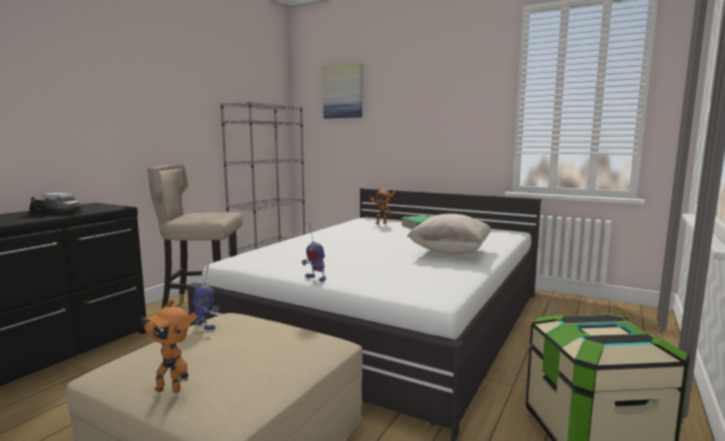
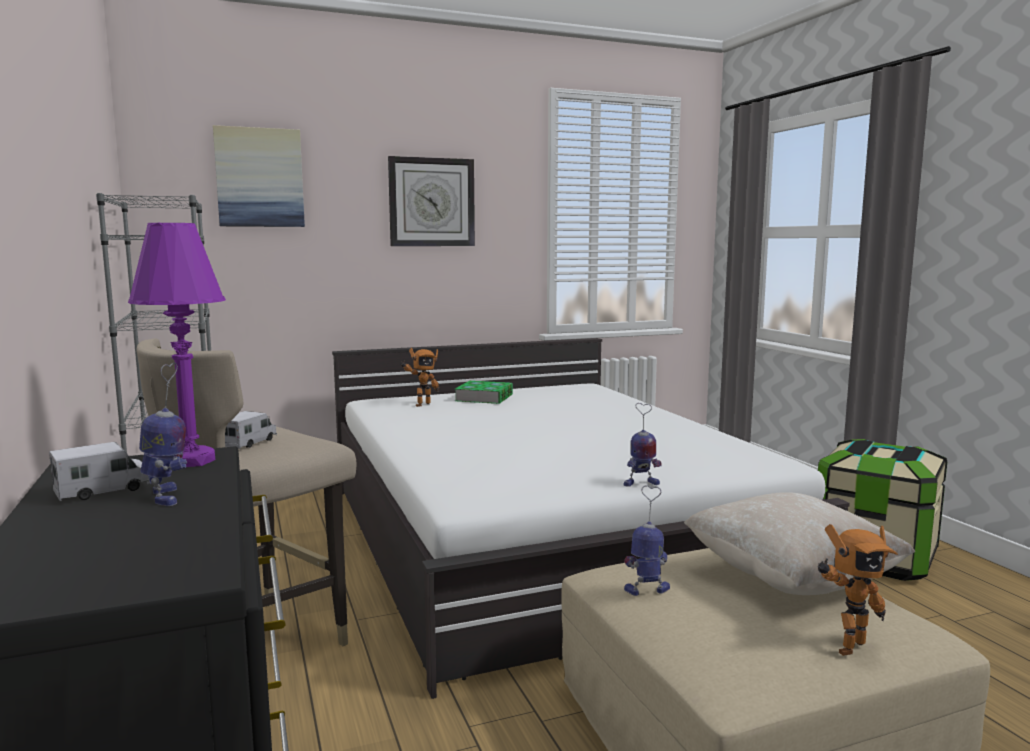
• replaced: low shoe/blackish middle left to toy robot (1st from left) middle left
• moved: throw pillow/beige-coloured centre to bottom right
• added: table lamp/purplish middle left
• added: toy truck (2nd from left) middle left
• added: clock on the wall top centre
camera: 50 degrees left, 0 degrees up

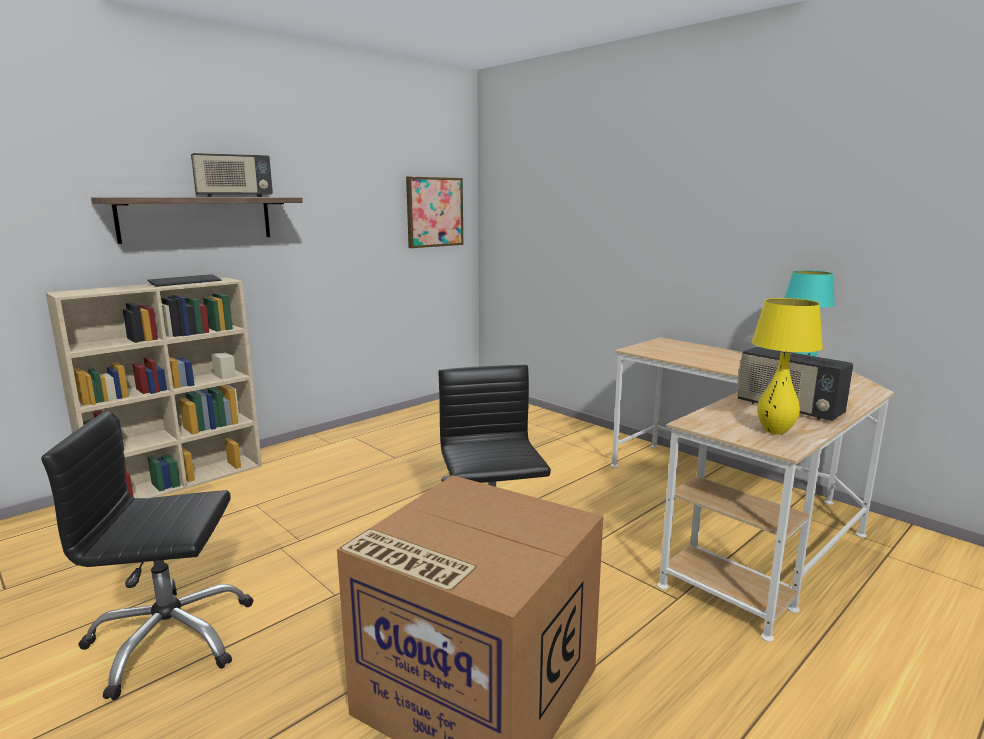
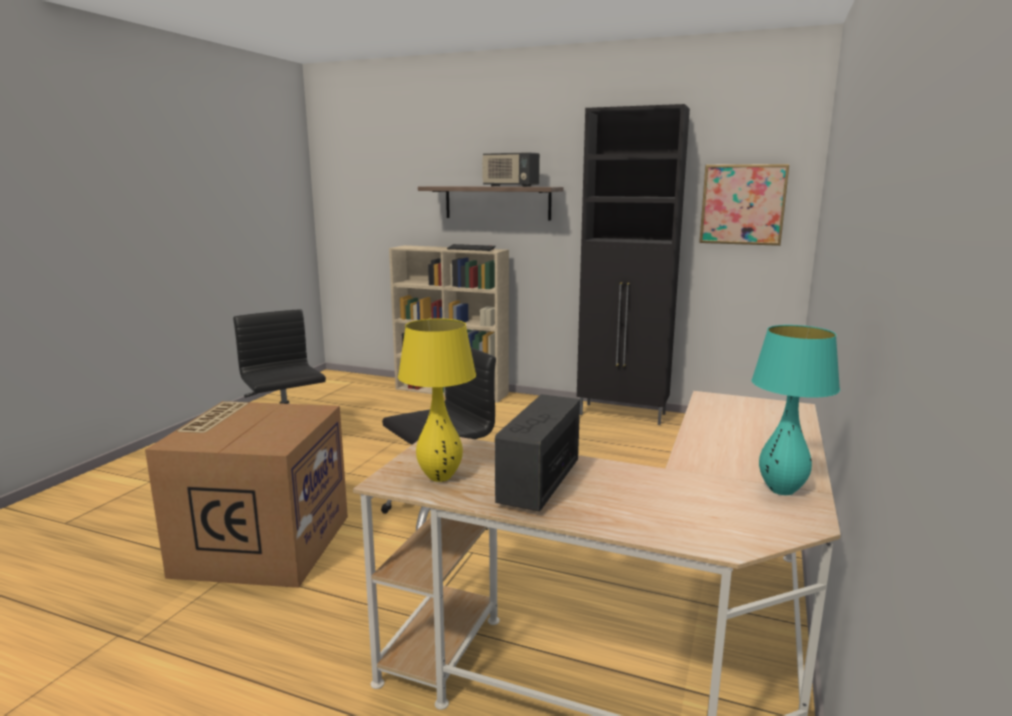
• added: storage cabinet/blackish centre
camera: 65 degrees right, 0 degrees up

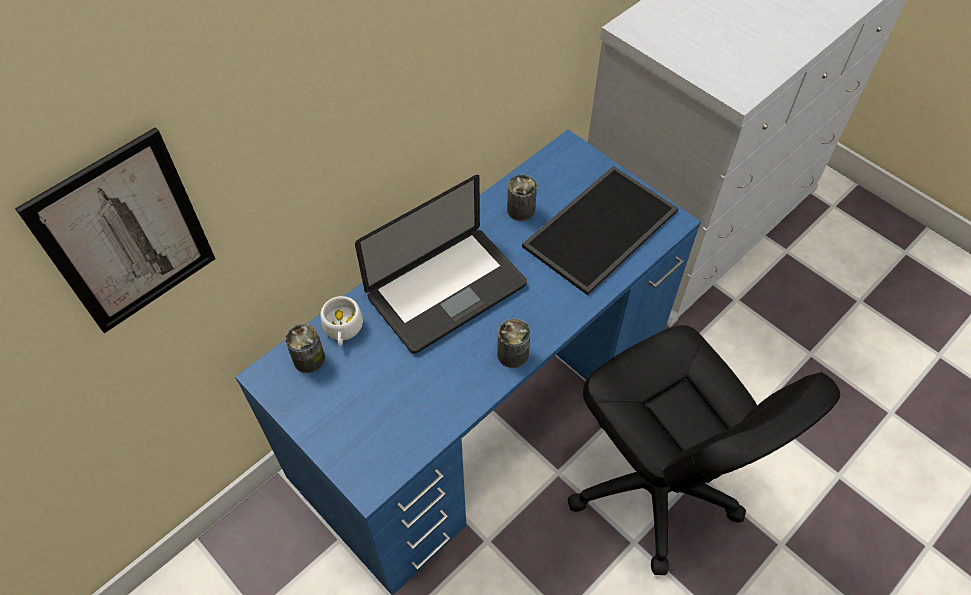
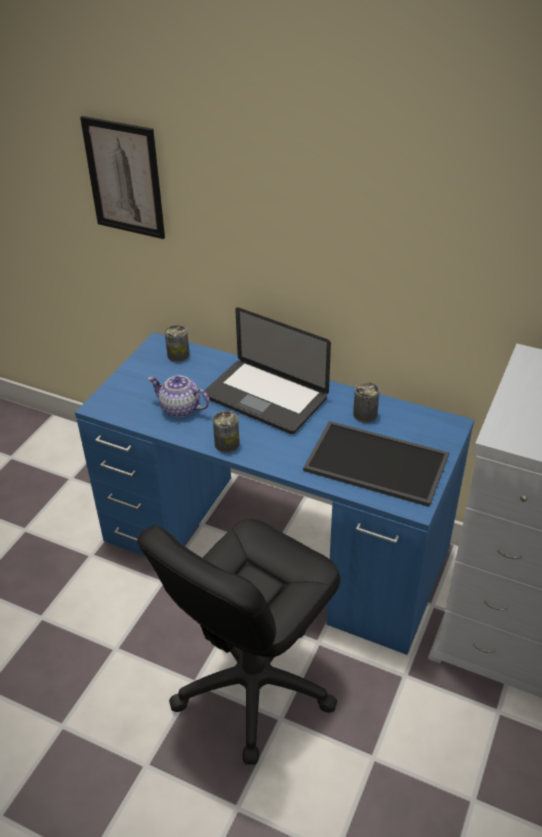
• removed: cup/white-coloured centre
• added: tea pot middle left
camera: 70 degrees right, 15 degrees down

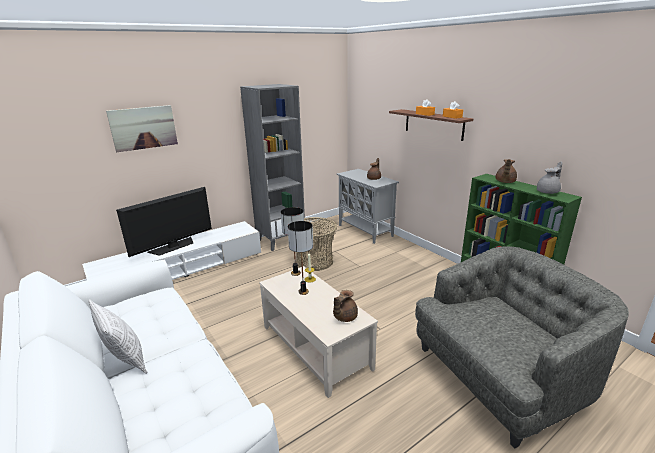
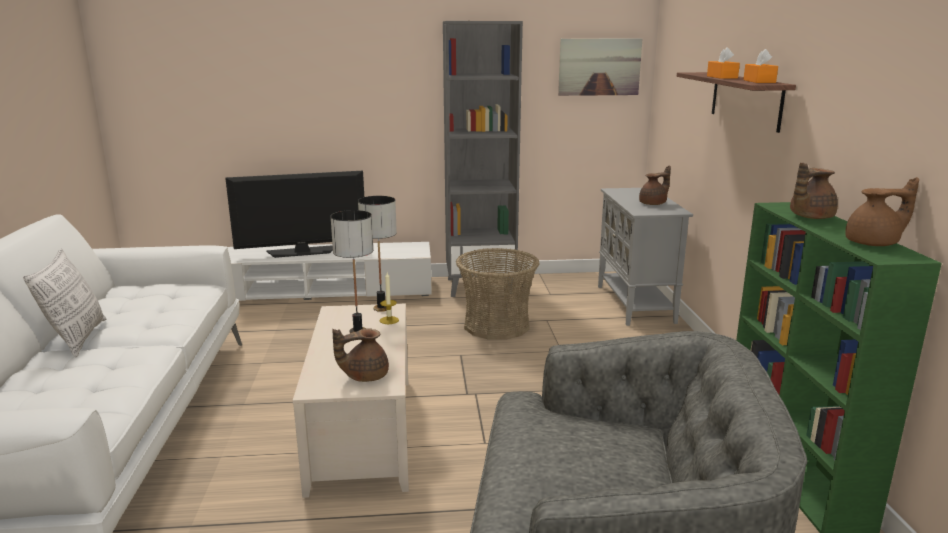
• moved: picture top left to top centre
• recoloured: tea pot/greyish middle right to tea pot/brownish (4th from left) middle right
camera: 30 degrees right, 5 degrees down

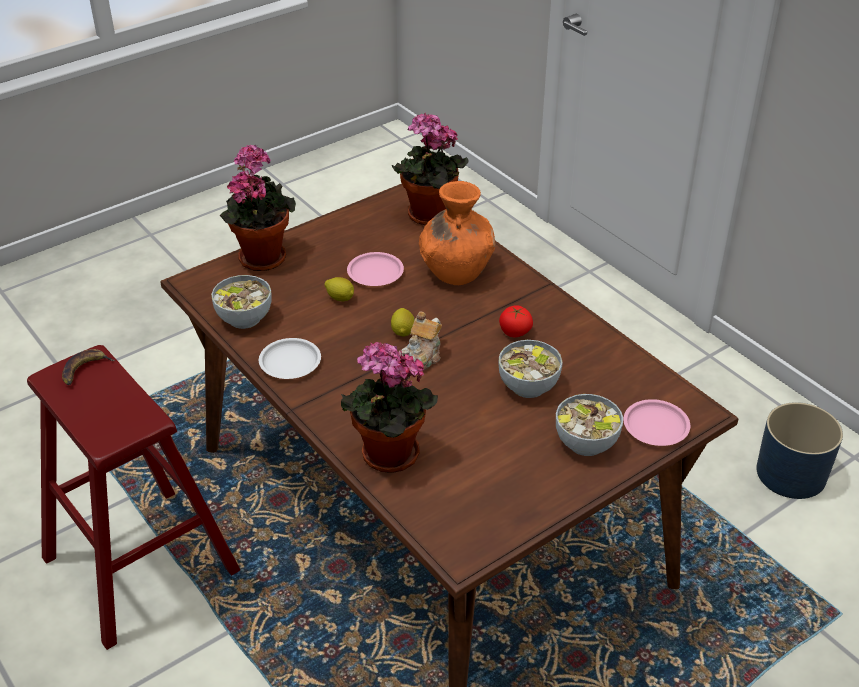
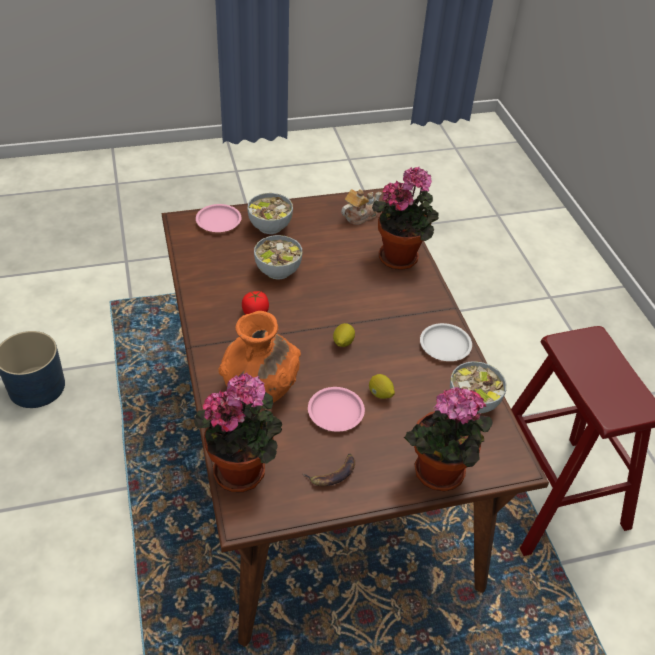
• moved: whole banana middle left to bottom centre
• moved: tea pot centre to top centre
camera: 160 degrees left, 5 degrees up

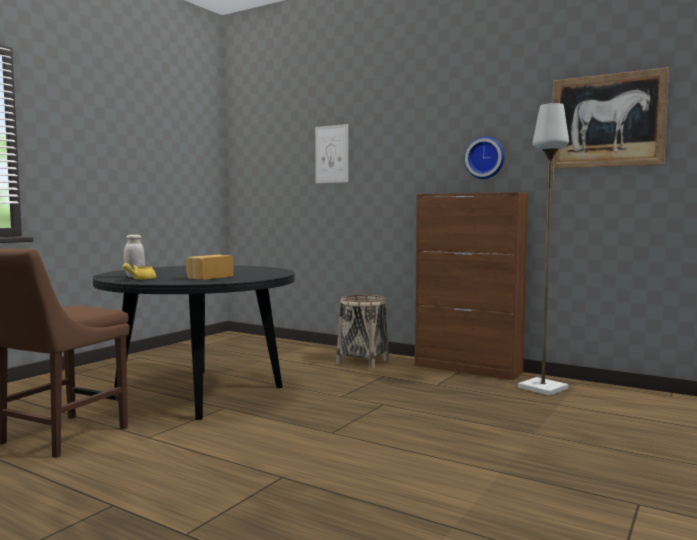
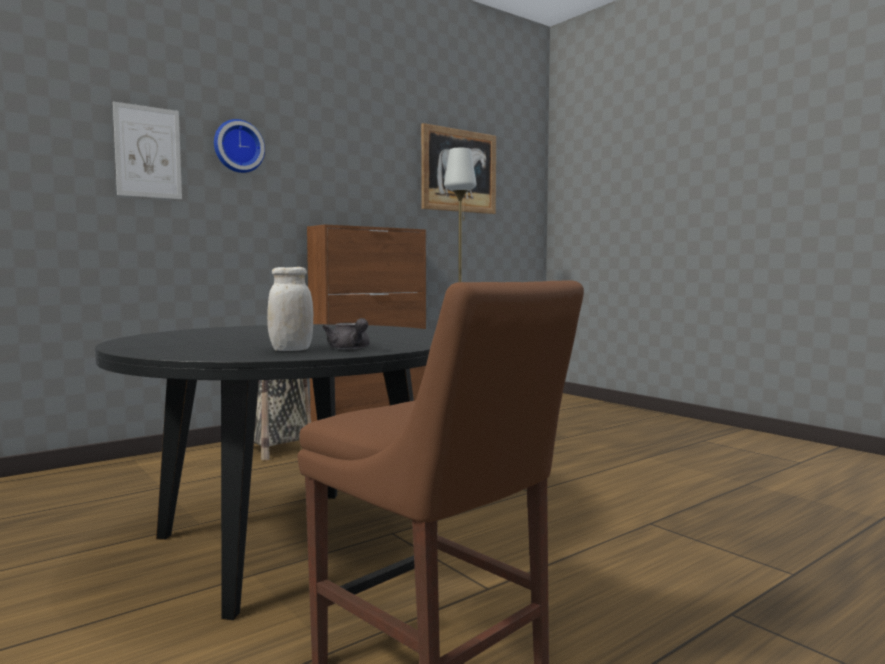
• recoloured: tea pot/yellow middle left to tea pot/greyish centre
• removed: baked bread middle left
• moved: clock on the wall top right to top left
camera: 70 degrees left, 0 degrees up

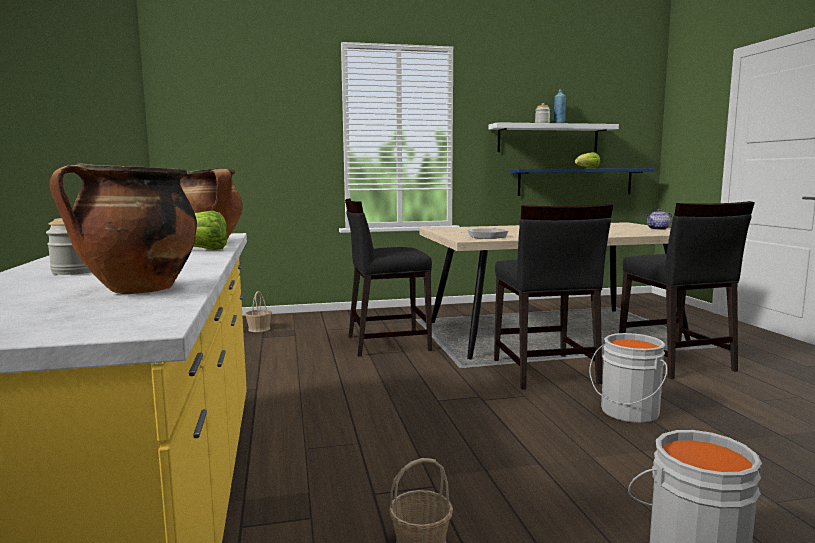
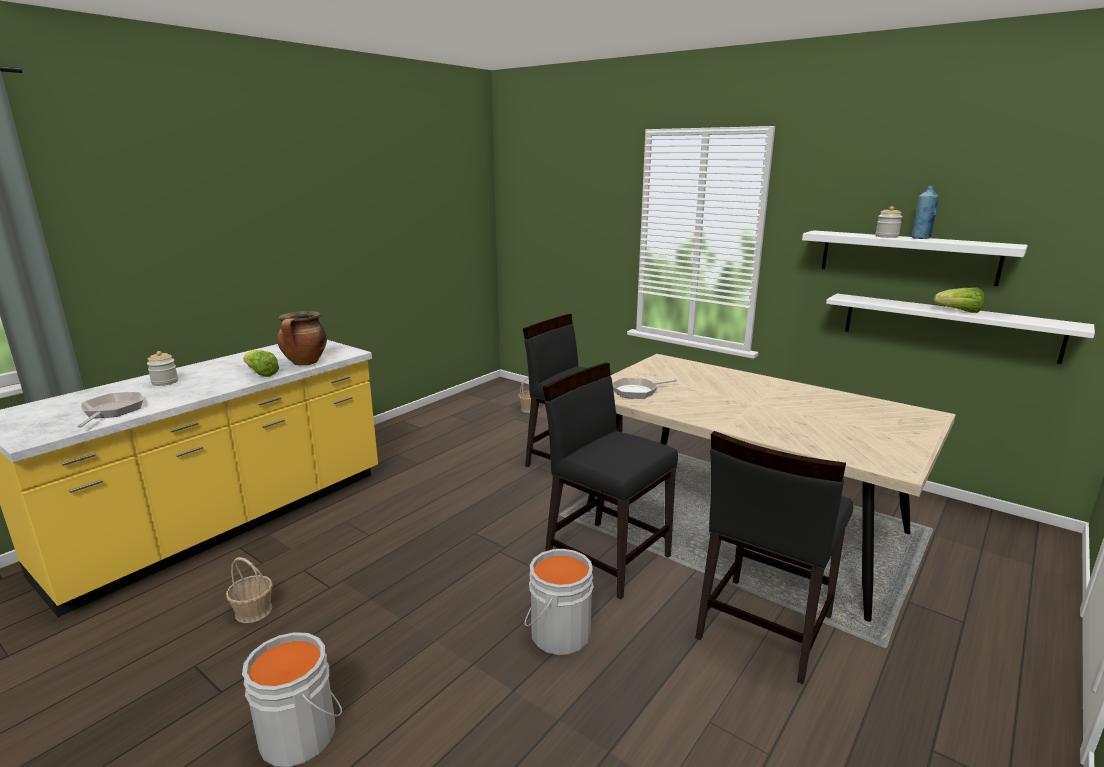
• replaced: saucepot (1st from left) middle left to skillet (1st from left) middle left
• turned: plain chair/blackish (2nd from left) middle right = centre 90 degrees clockwise
• recoloured: bracket shelf/blue-coloured middle right to bracket shelf/white-coloured (2nd from left) middle right
• removed: tea pot middle right
camera: 50 degrees right, 10 degrees up

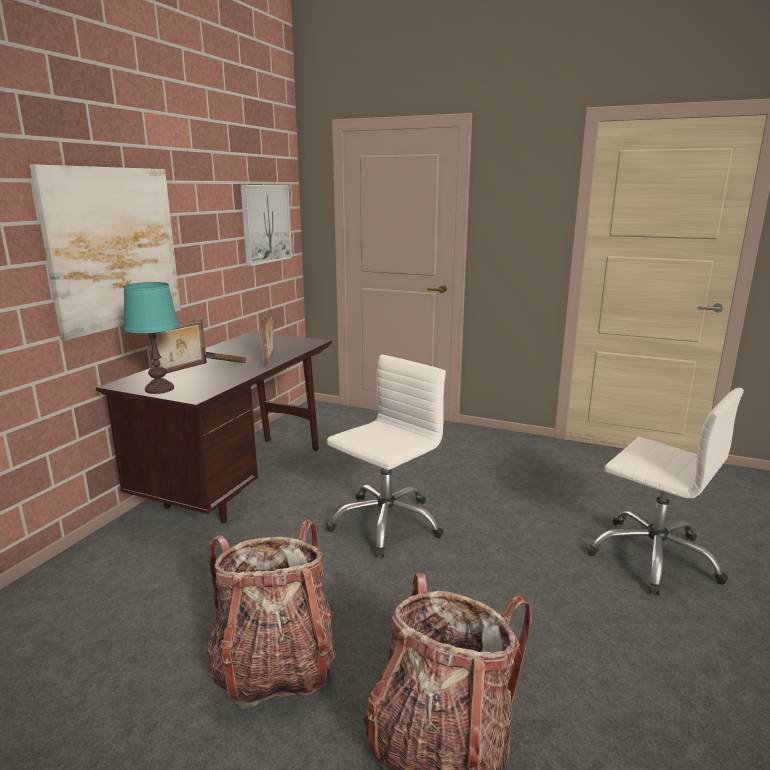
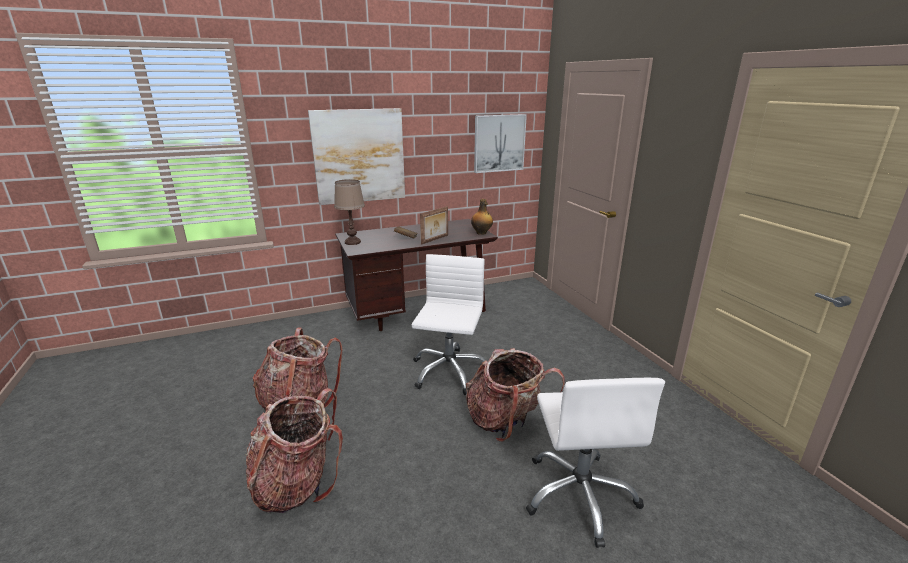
• recoloured: table lamp/turquoise middle left to table lamp/brownish centre
• removed: picture frame (1st from left) middle left
• turned: desk chair/white-coloured (1st from left) centre = centre 75 degrees counterclockwise
• added: backpack (3rd from left) bottom centre
• added: beverage bottle centre
camera: 45 degrees right, 5 degrees up

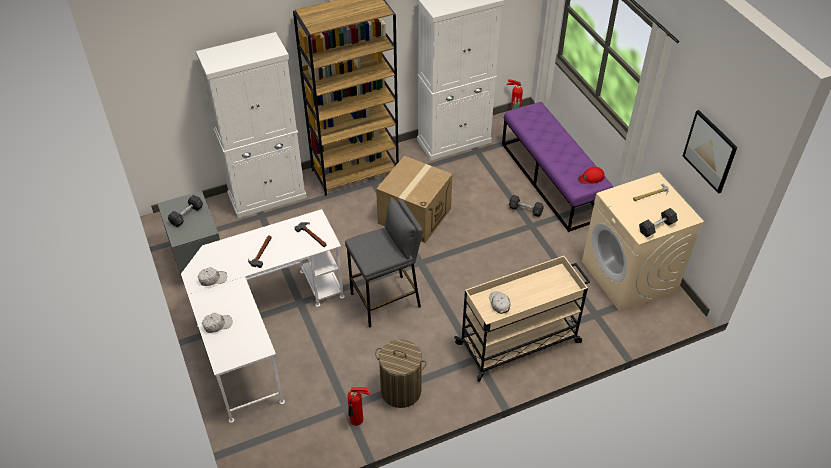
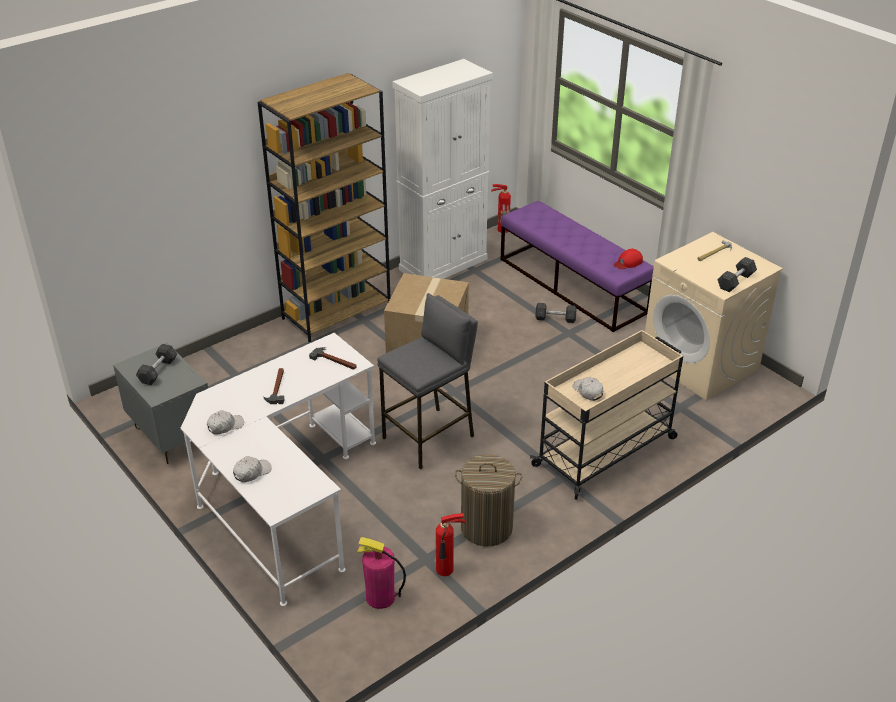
• removed: storage cabinet/white-coloured (1st from left) top left
• removed: picture top right
• added: fire extinguisher (1st from left) bottom centre
camera: 15 degrees left, 10 degrees down

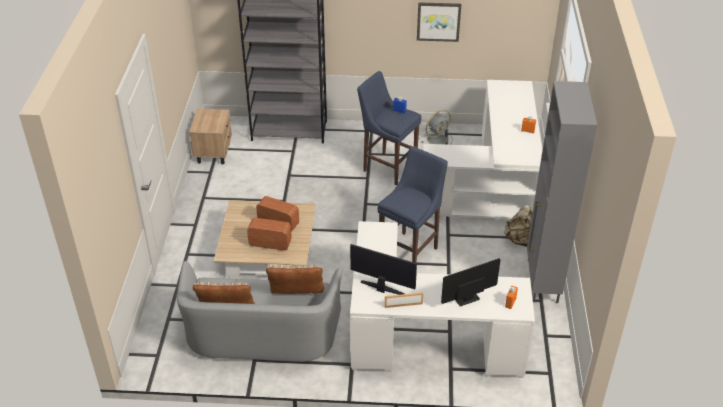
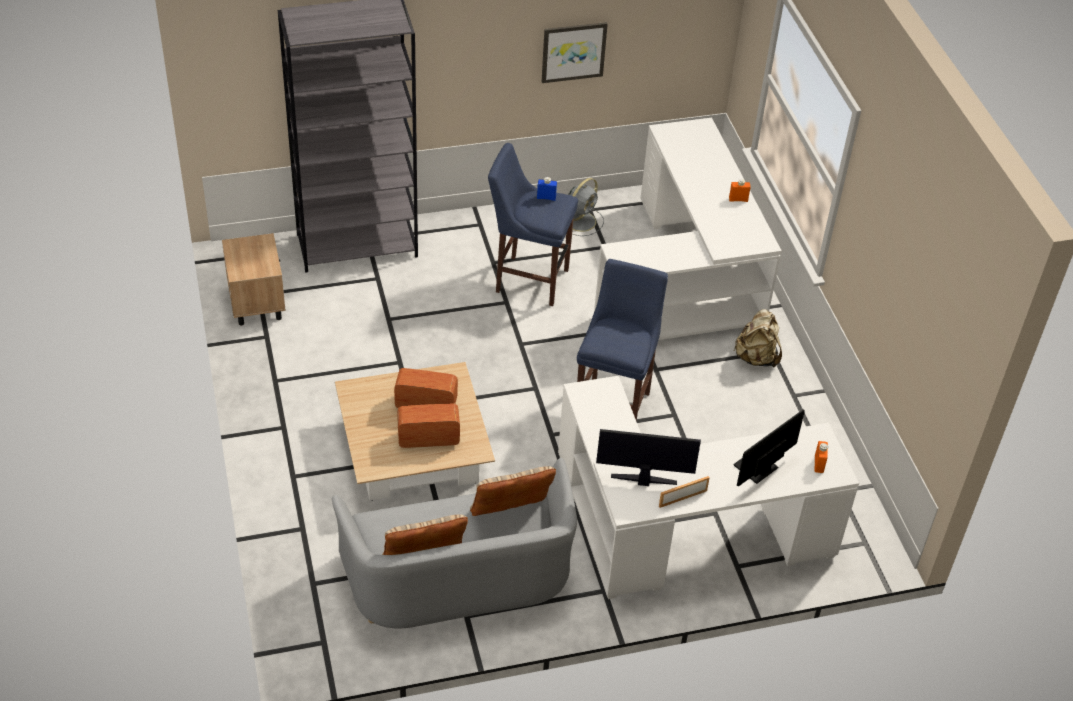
• removed: storage cabinet/greyish middle right
camera: 20 degrees left, 5 degrees up

